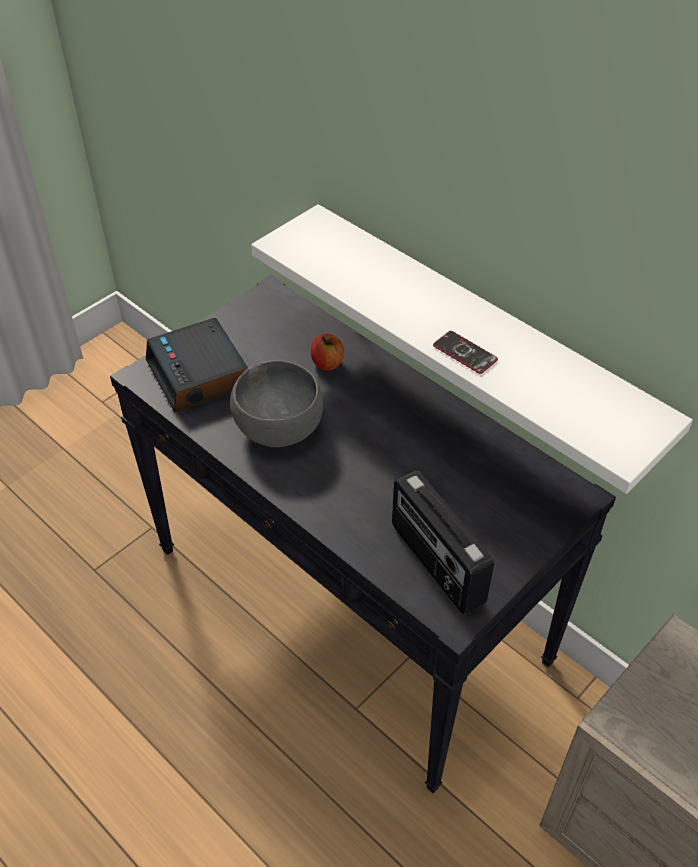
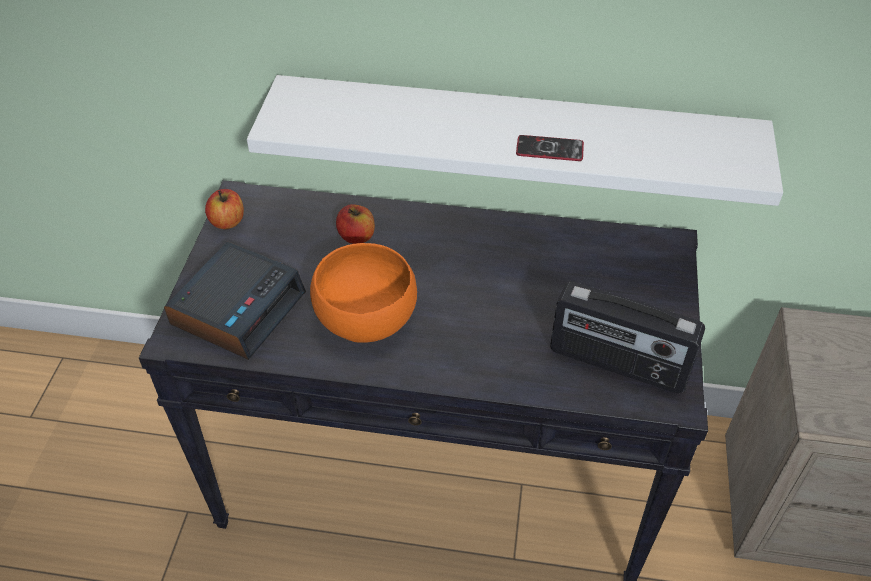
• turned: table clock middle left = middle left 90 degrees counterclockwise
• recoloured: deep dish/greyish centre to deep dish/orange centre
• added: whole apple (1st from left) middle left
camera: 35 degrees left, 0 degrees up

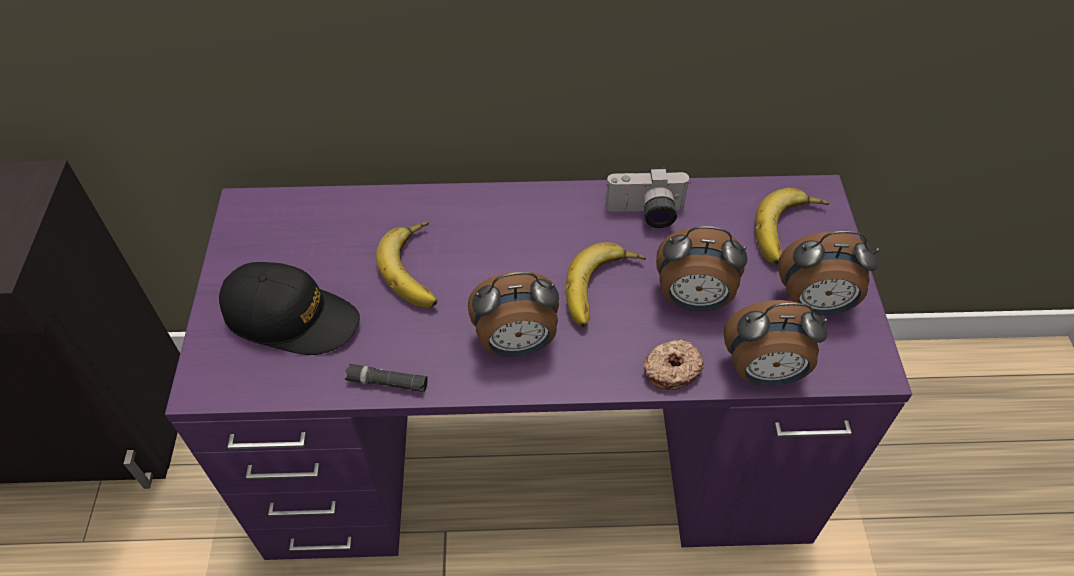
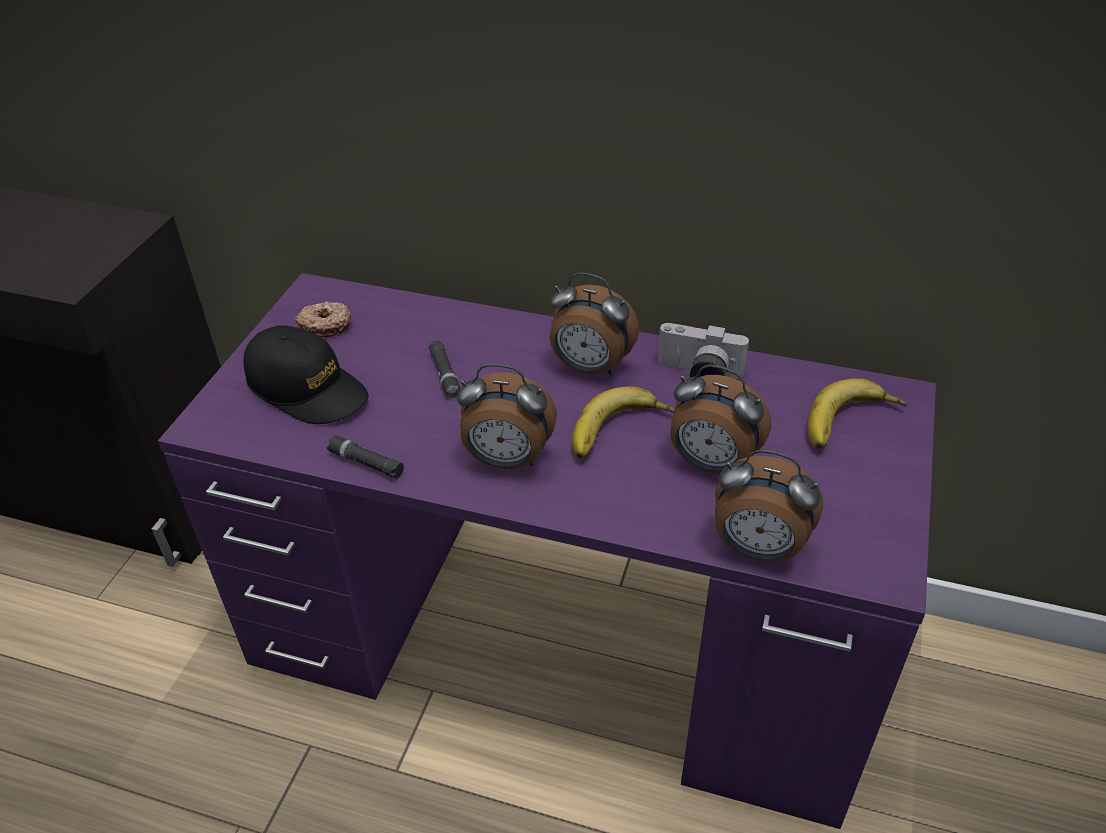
• replaced: whole banana (1st from left) centre to torch/blackish (2nd from left) centre
• moved: donut centre to middle left
• moved: table clock (4th from left in the first image) middle right to table clock (2nd from left) centre
camera: 20 degrees right, 10 degrees down

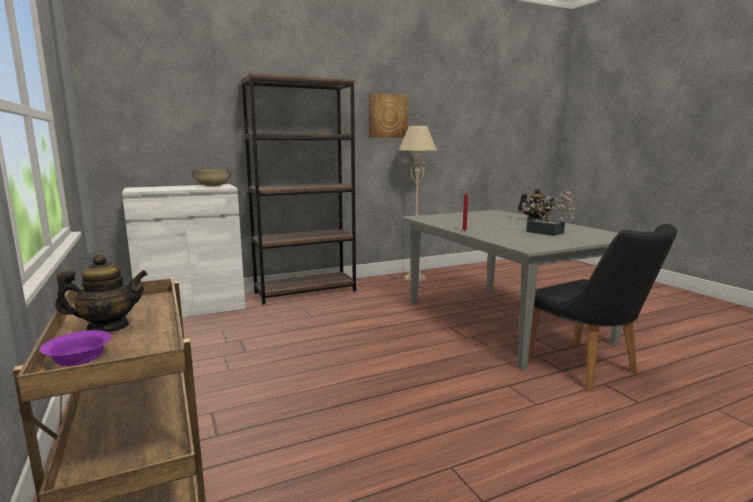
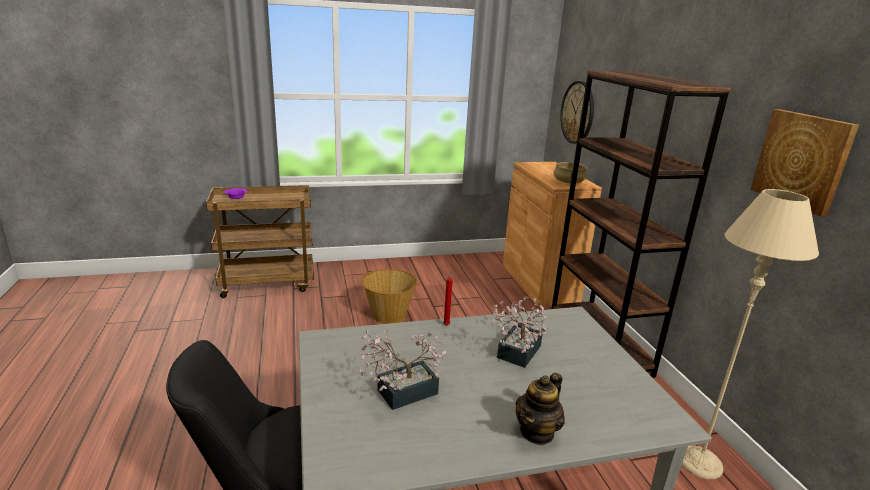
• removed: tea pot (1st from left) middle left
• recoloured: storage cabinet/white-coloured middle left to storage cabinet/brownish centre
• added: basket centre
• added: potted plant (2nd from left) bottom centre
• added: clock on the wall top centre
camera: 100 degrees right, 10 degrees up

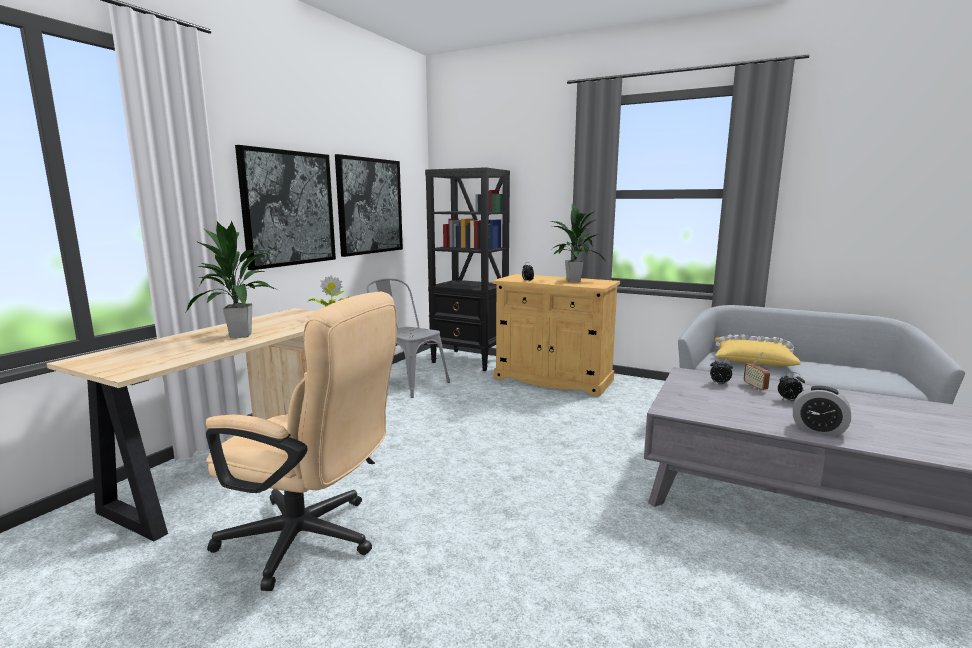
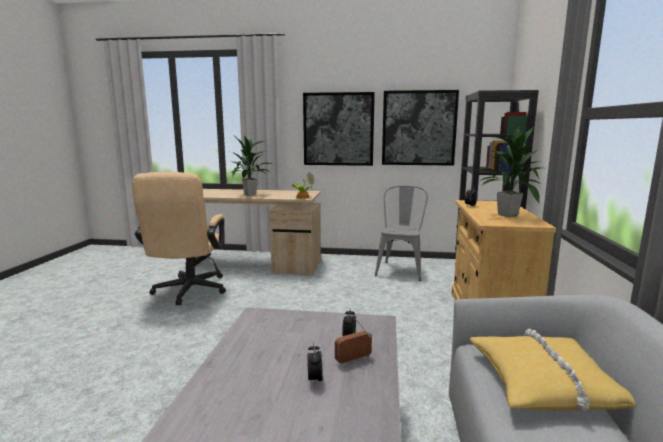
• removed: table clock (4th from left) middle right
camera: 70 degrees right, 0 degrees up

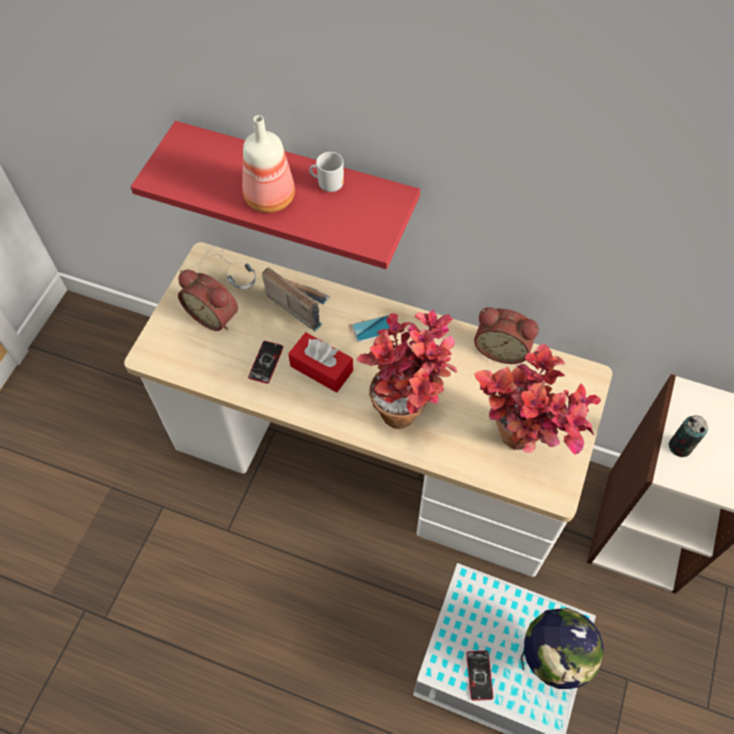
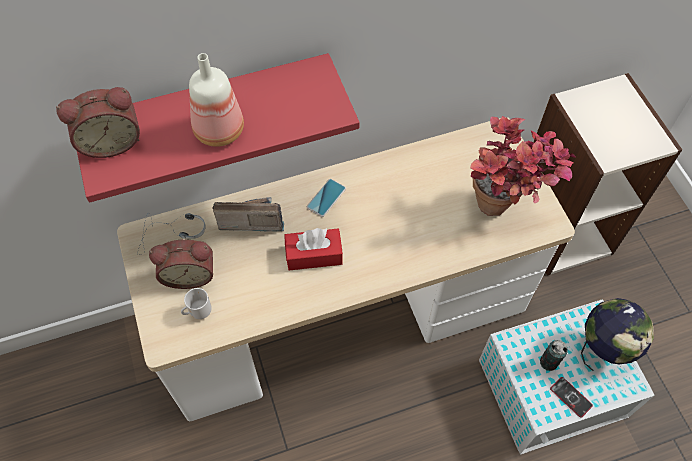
• removed: phone (1st from left) centre
• moved: tea mug top centre to middle left
• removed: potted plant (1st from left) centre
• moved: table clock (2nd from left in the first image) middle right to table clock (1st from left) top left
• moved: can middle right to bottom right
camera: 40 degrees left, 0 degrees up

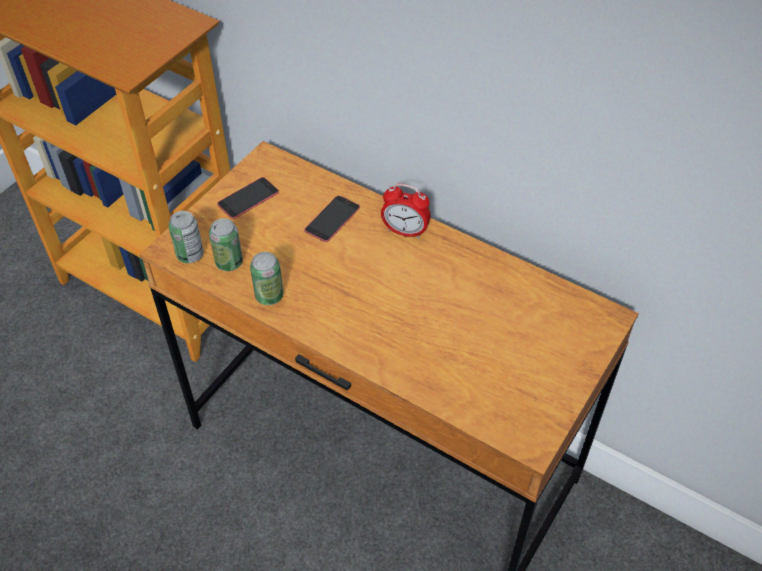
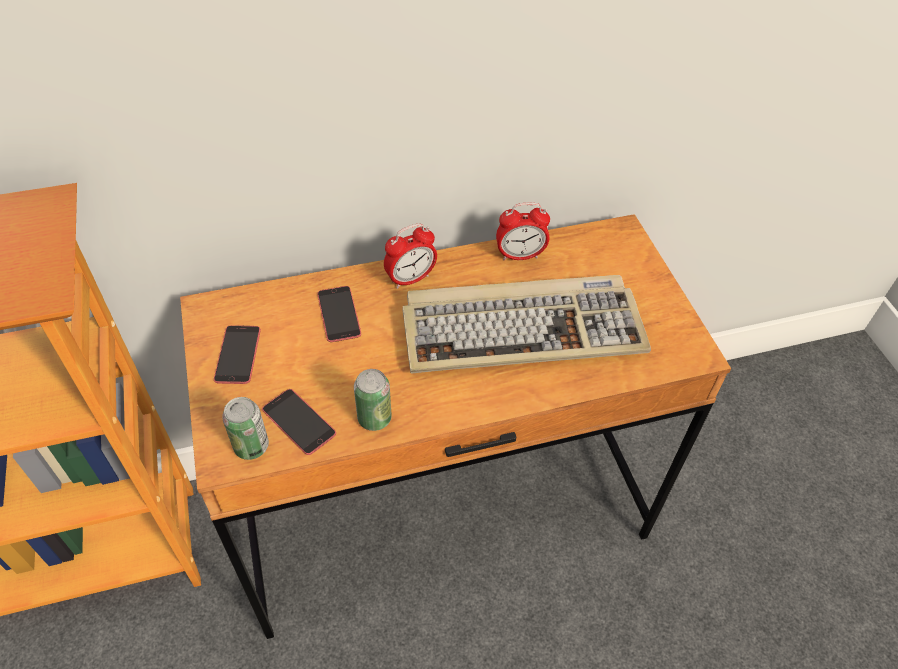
• replaced: can (2nd from left) middle left to phone (2nd from left) middle left
• added: keyboard centre
• added: table clock (2nd from left) centre
camera: 50 degrees left, 0 degrees up

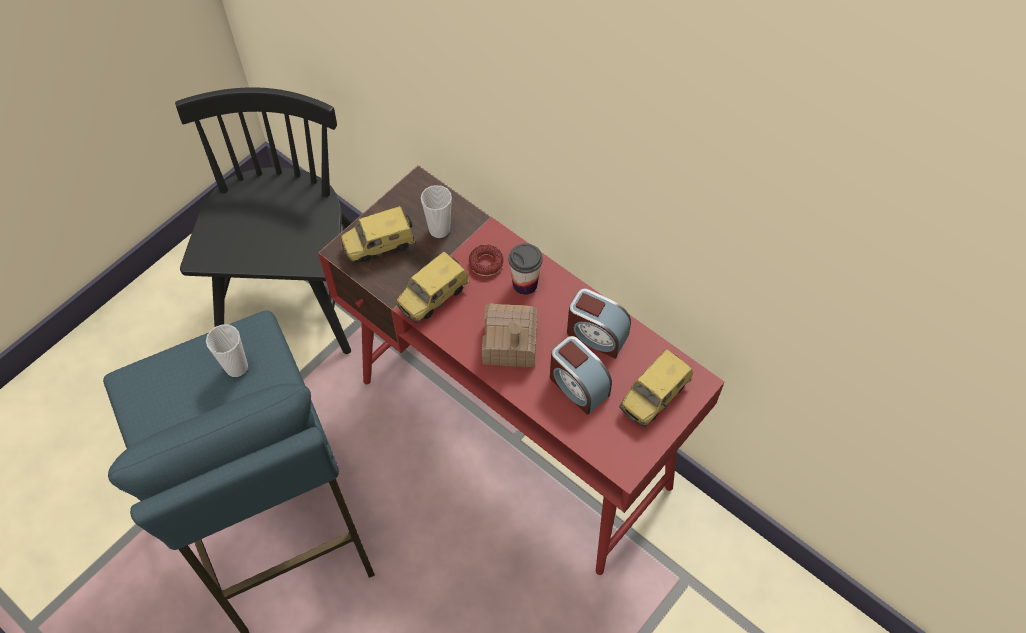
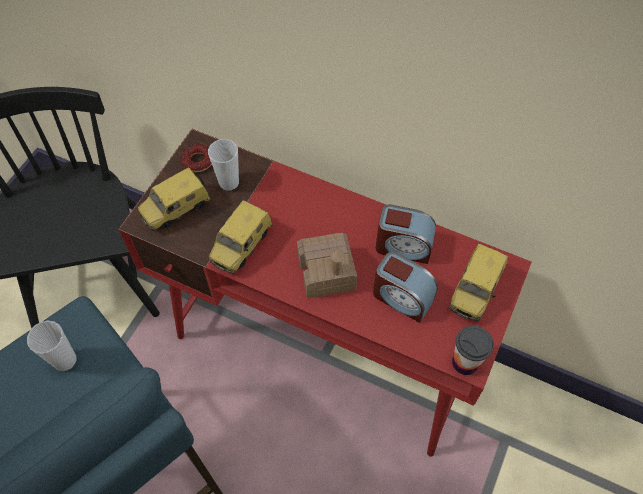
• moved: donut centre to top left
• moved: cup (3rd from left) centre to bottom right
camera: 15 degrees left, 0 degrees up

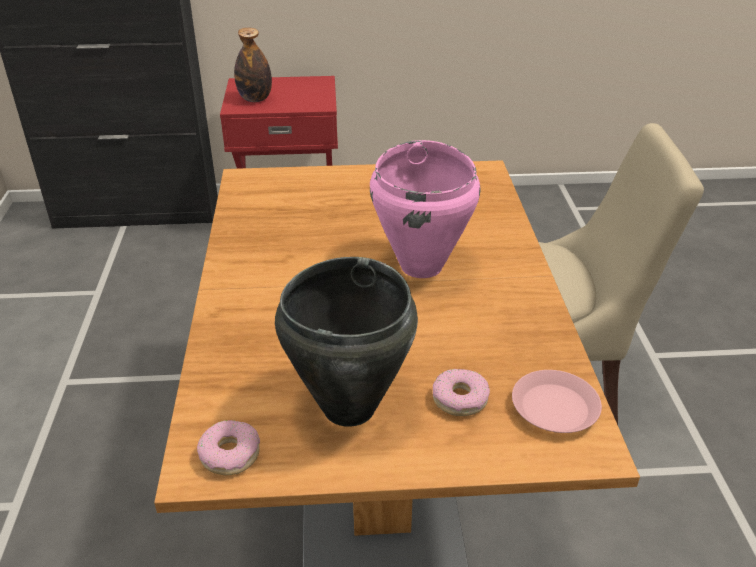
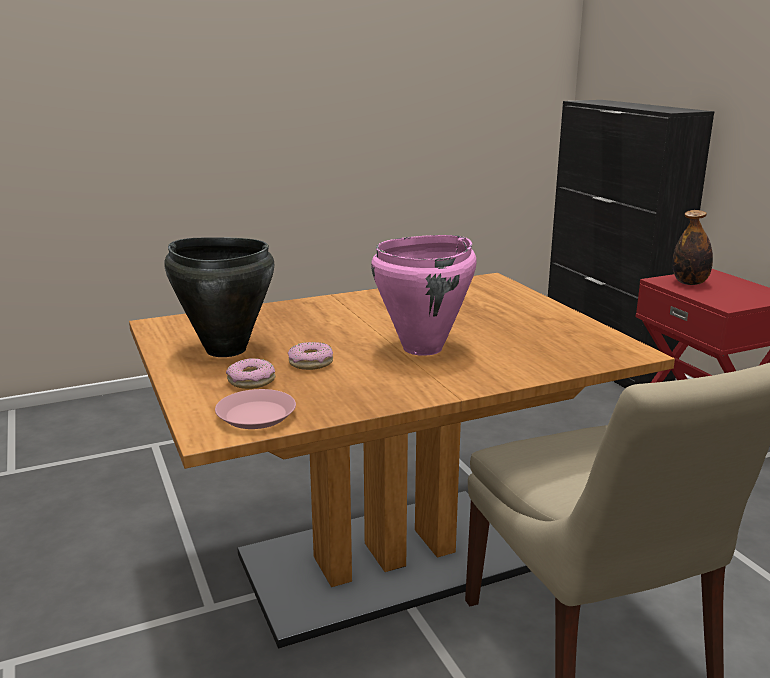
• moved: donut (1st from left in the first image) bottom left to donut (2nd from left) centre
camera: 70 degrees right, 15 degrees down

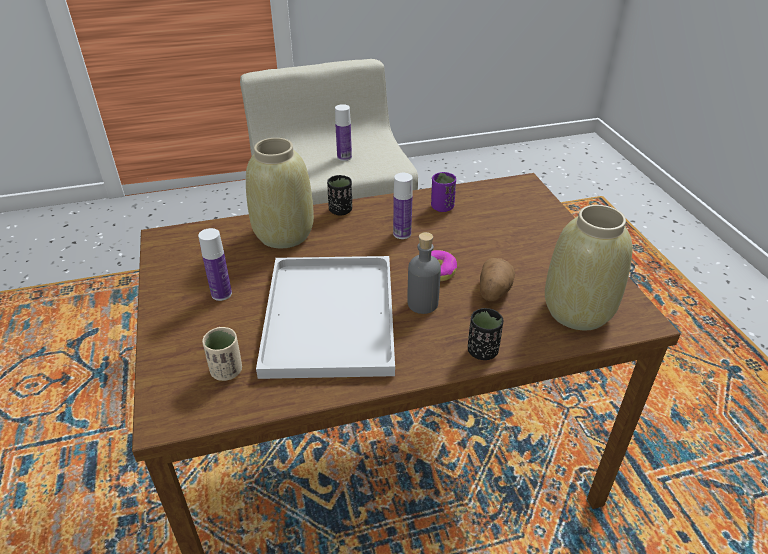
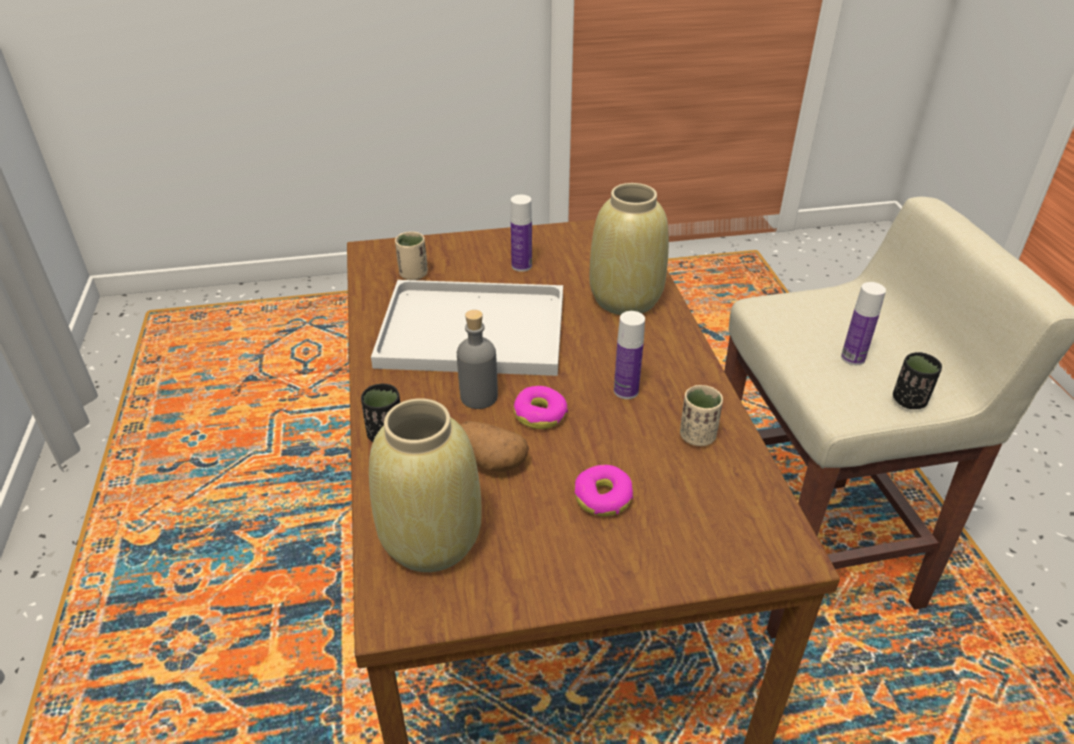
• moved: cup/blackish (1st from left in the first image) centre to cup/blackish (2nd from left) middle right
• recoloured: cup/purplish centre to cup/beige-coloured (2nd from left) centre
• added: donut (2nd from left) centre
camera: 95 degrees right, 0 degrees up

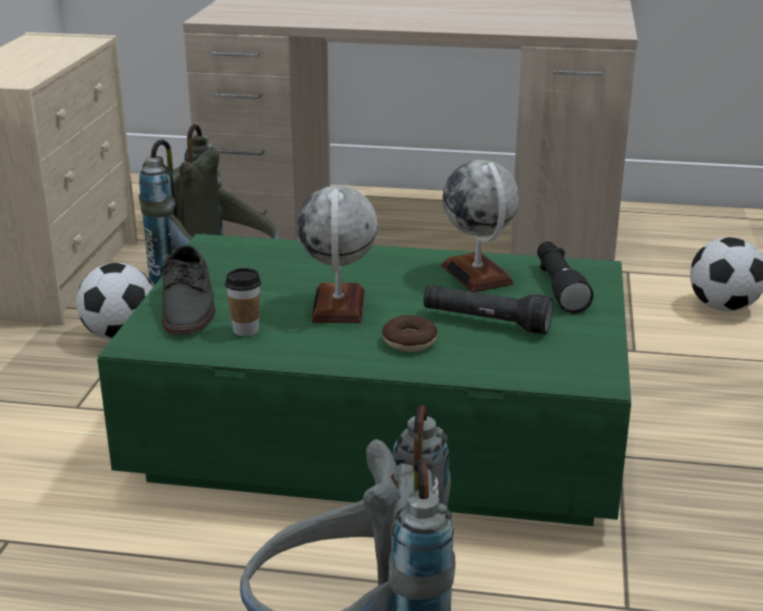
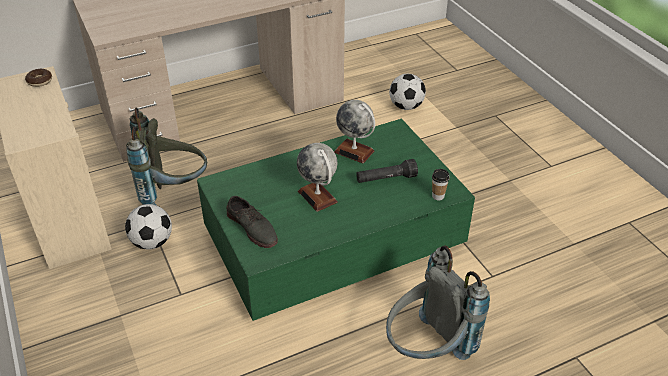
• moved: cup middle left to centre
• moved: donut centre to top left
• removed: torch/blackish (2nd from left) middle right
camera: 35 degrees left, 15 degrees up

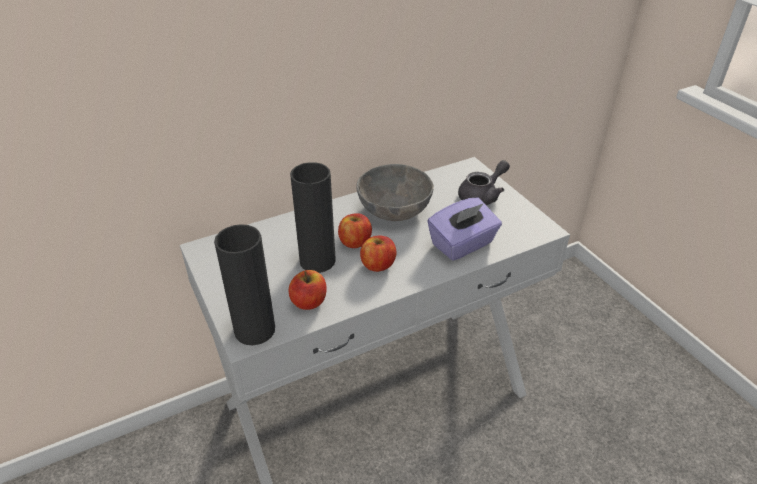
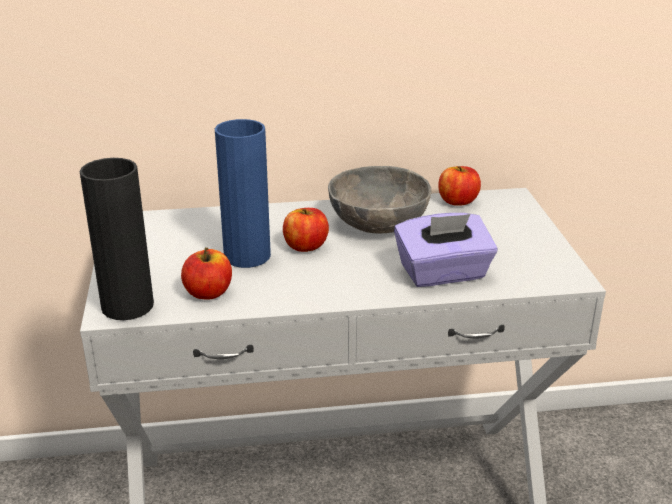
• recoloured: decorative vase/blackish (2nd from left) centre to decorative vase/blue-coloured centre
• moved: whole apple (3rd from left) centre to middle right
• removed: tea pot/greyish centre
camera: 20 degrees right, 10 degrees down

